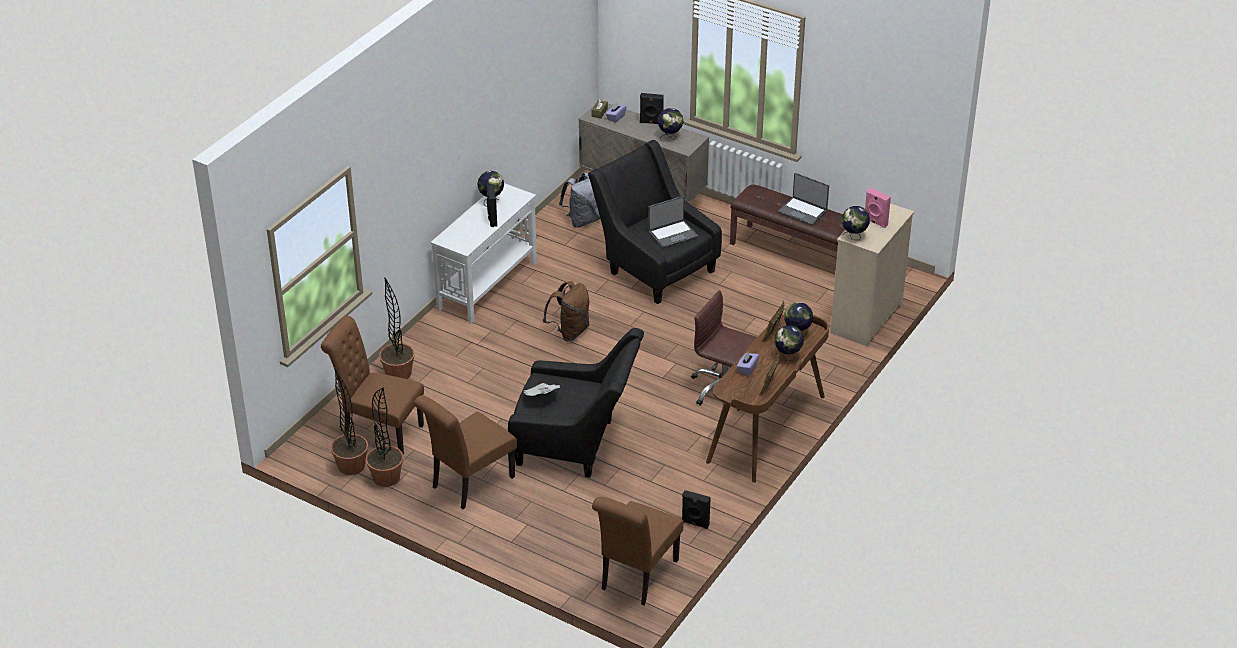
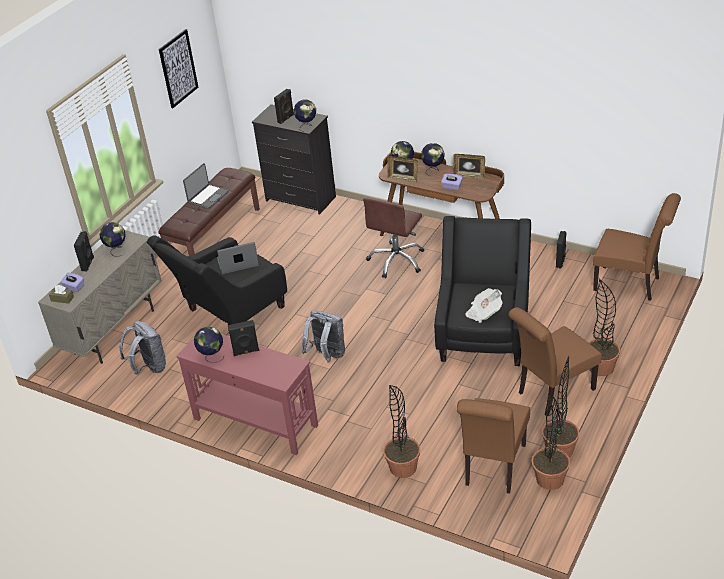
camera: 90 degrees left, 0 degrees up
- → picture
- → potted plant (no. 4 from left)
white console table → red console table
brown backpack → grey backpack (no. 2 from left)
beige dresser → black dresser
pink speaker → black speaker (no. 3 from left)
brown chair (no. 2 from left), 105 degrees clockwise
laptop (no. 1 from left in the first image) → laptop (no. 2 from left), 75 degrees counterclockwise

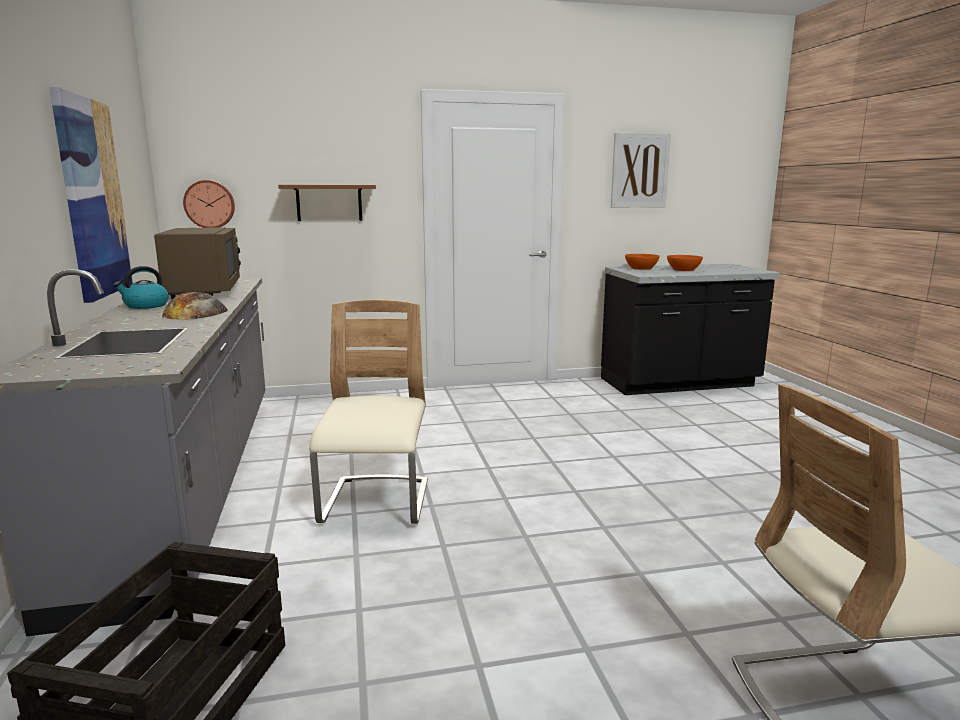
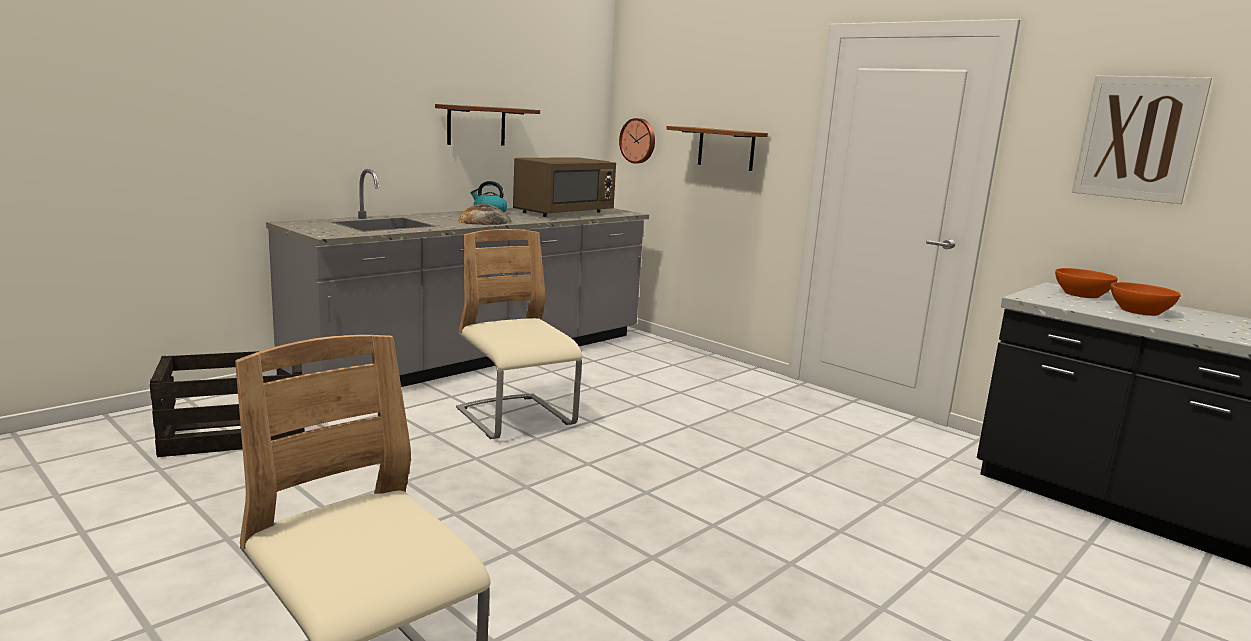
camera: 55 degrees right, 0 degrees up
picture (no. 1 from left) → brown shelf (no. 1 from left)
beige chair (no. 1 from left in the first image) → beige chair (no. 2 from left), 90 degrees counterclockwise

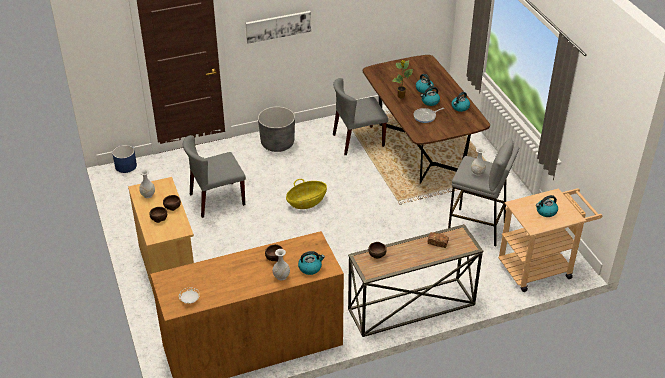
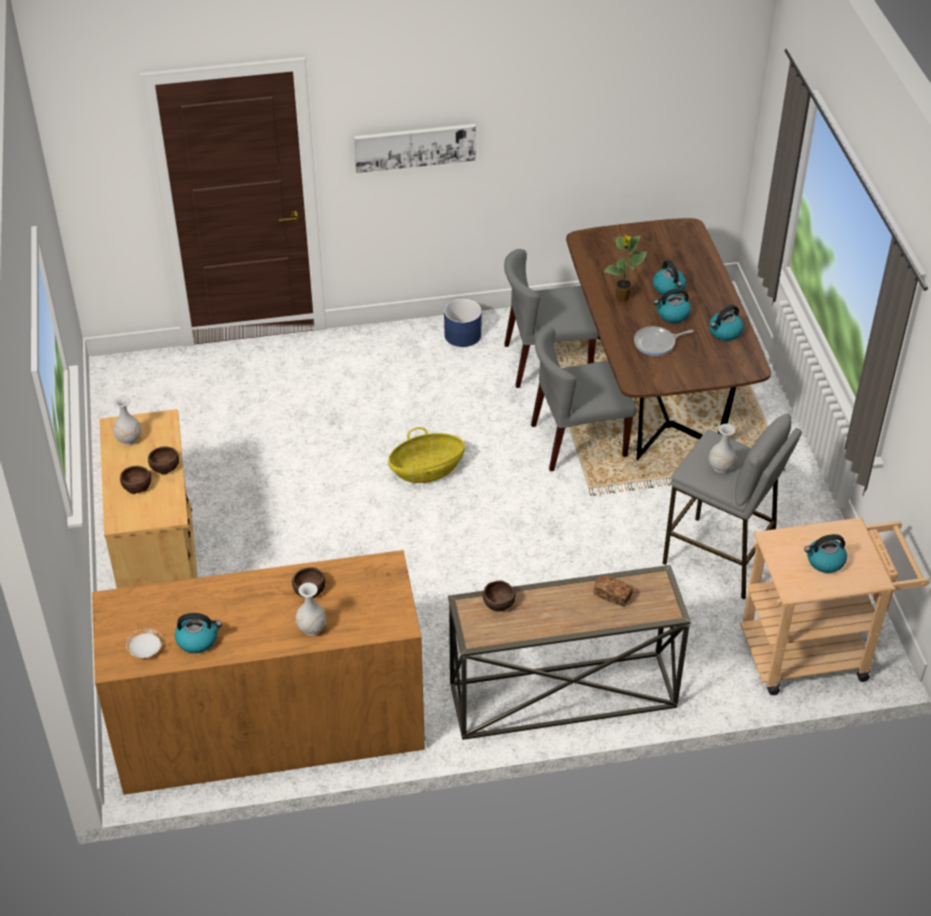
camera: 10 degrees right, 5 degrees up
grey planter → -
blue planter, shifted
grey chair (no. 1 from left in the first image) → grey chair (no. 2 from left), shifted
kettle (no. 1 from left), shifted

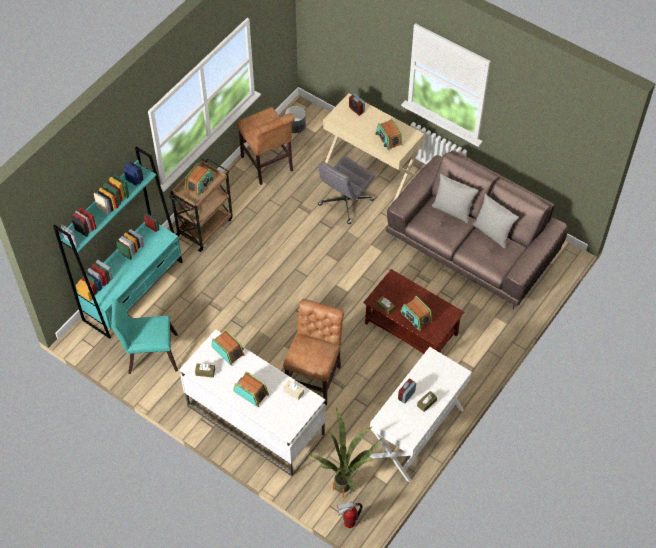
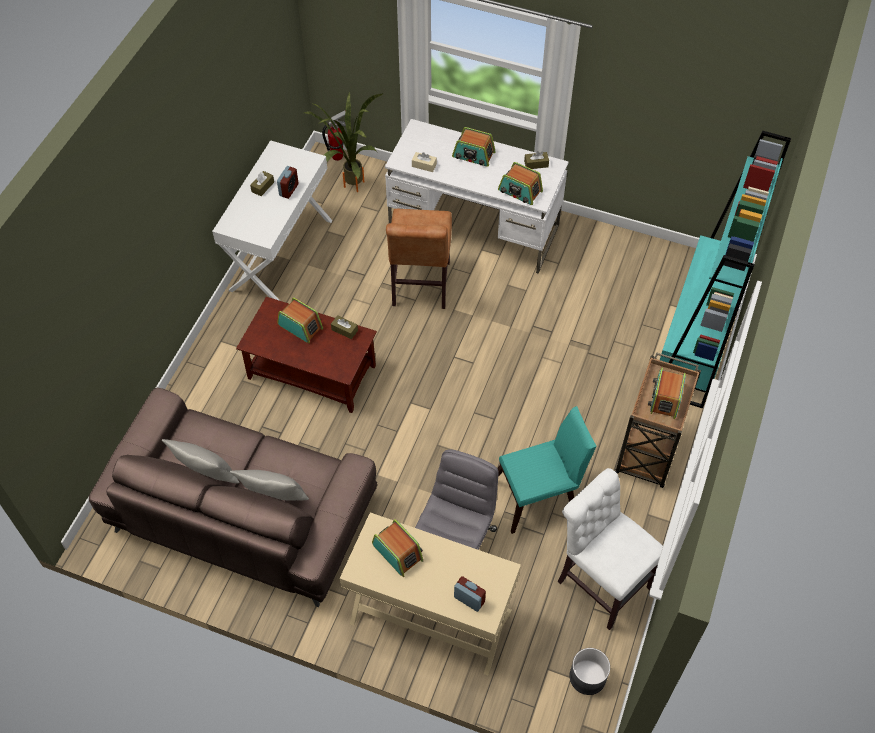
camera: 165 degrees right, 0 degrees up
turquoise chair, shifted
brown chair (no. 1 from left) → white chair

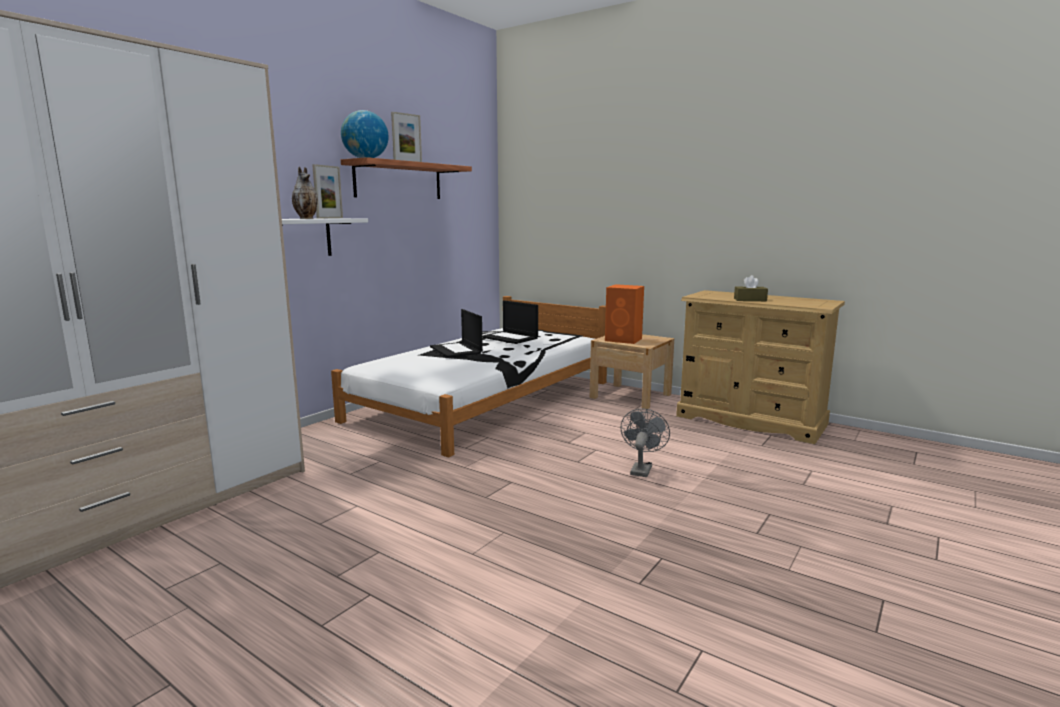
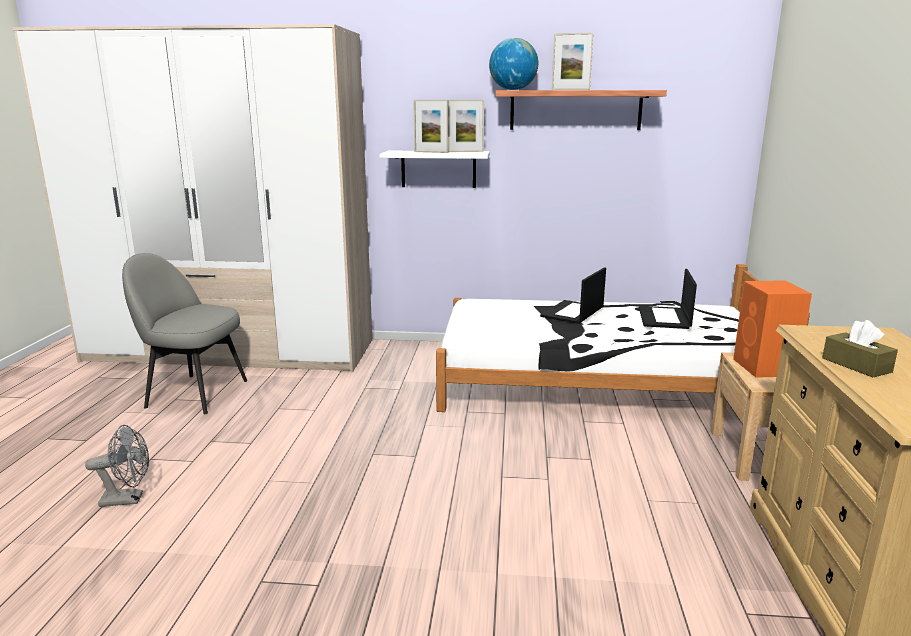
camera: 60 degrees right, 5 degrees up
- → grey chair
grey fan, shifted
vase → picture frame (no. 1 from left)

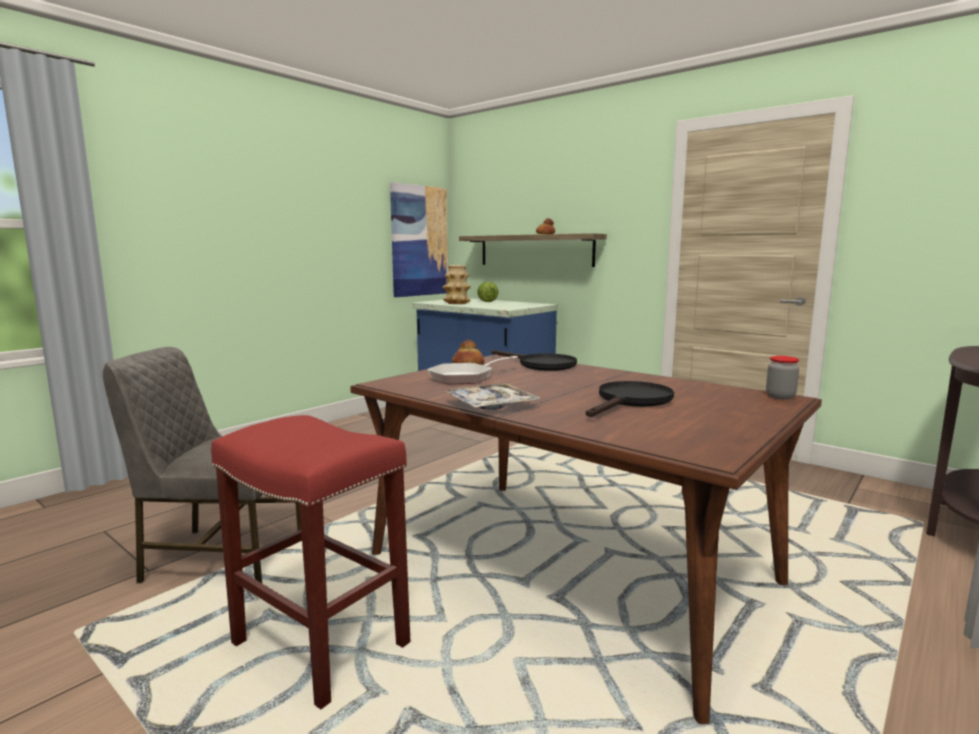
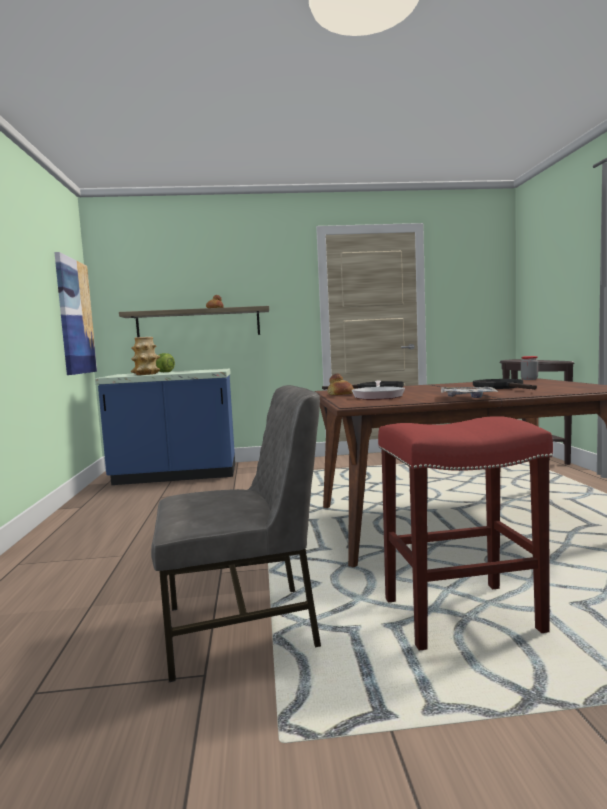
camera: 45 degrees left, 5 degrees down
grey chair, 150 degrees counterclockwise

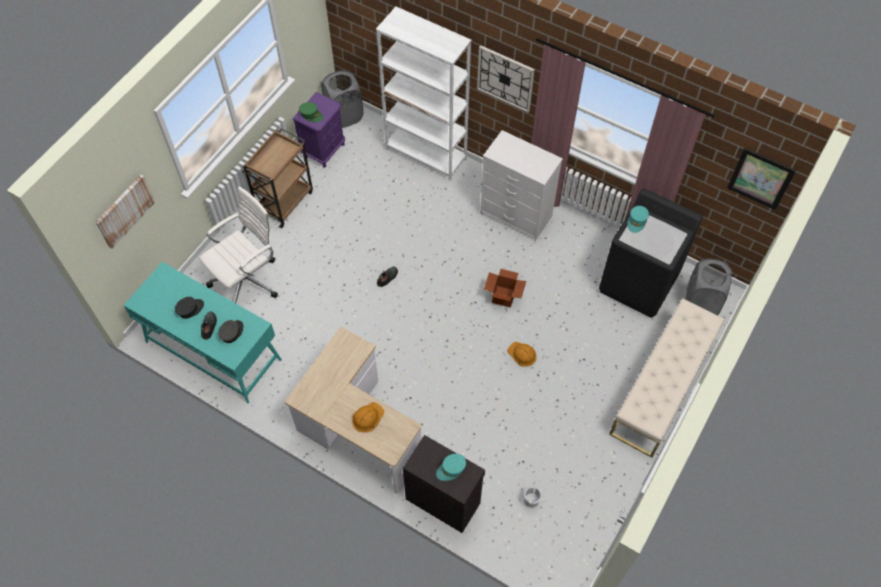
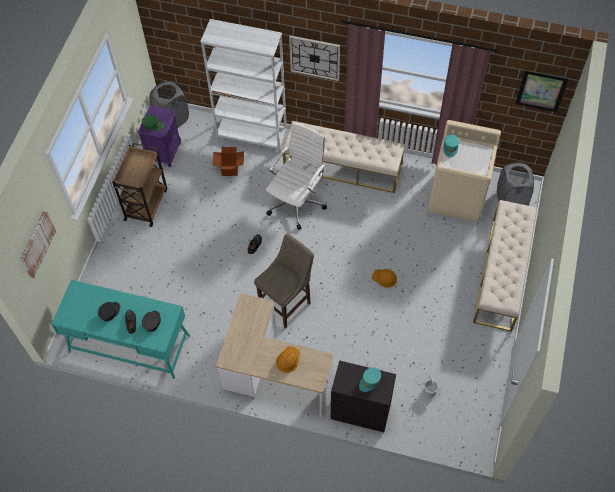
camera: 15 degrees left, 0 degrees up
- → beige stool
white office chair, shifted
cardboard box, shifted
white dresser → beige bench (no. 1 from left)
black washing machine → beige washing machine

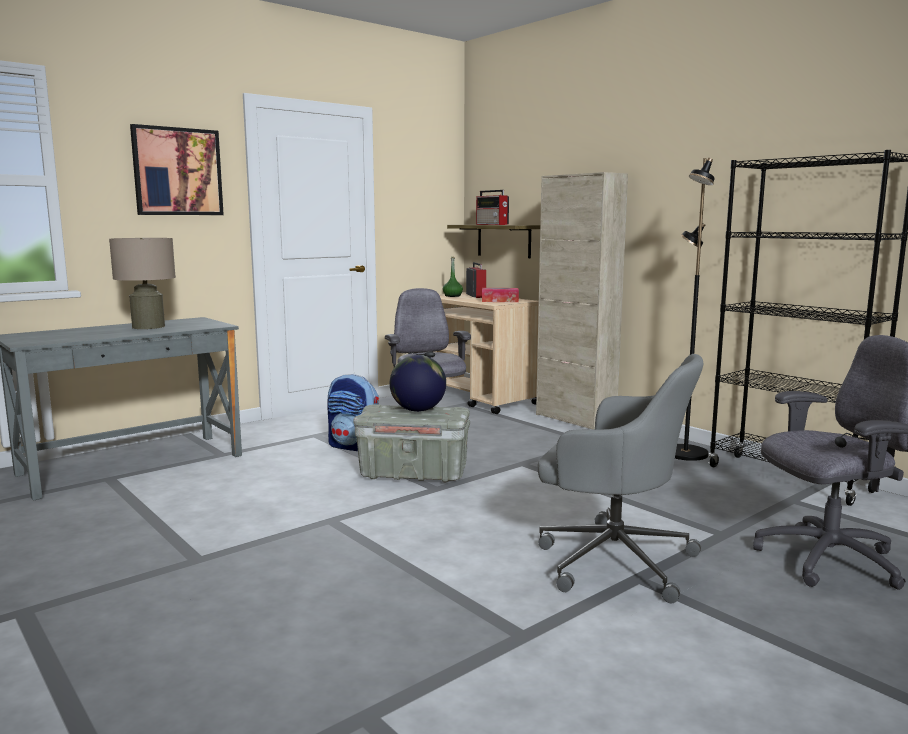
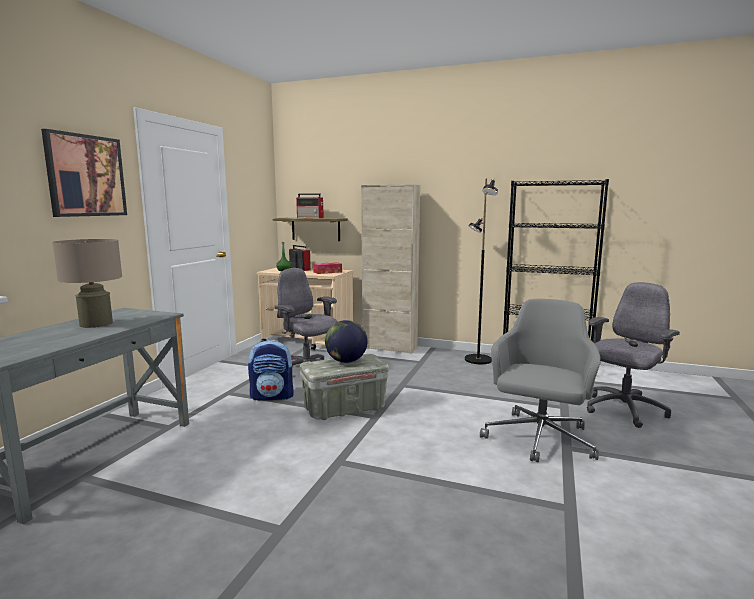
camera: 30 degrees left, 0 degrees up
grey office chair (no. 2 from left), 60 degrees counterclockwise

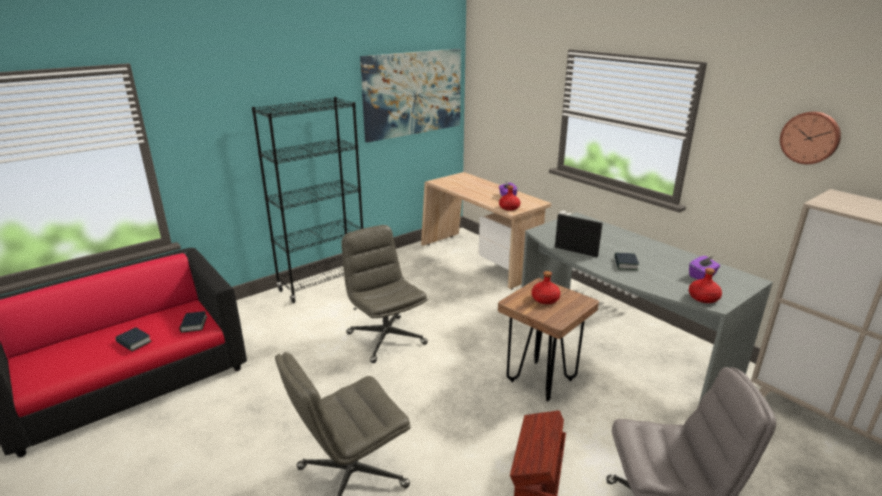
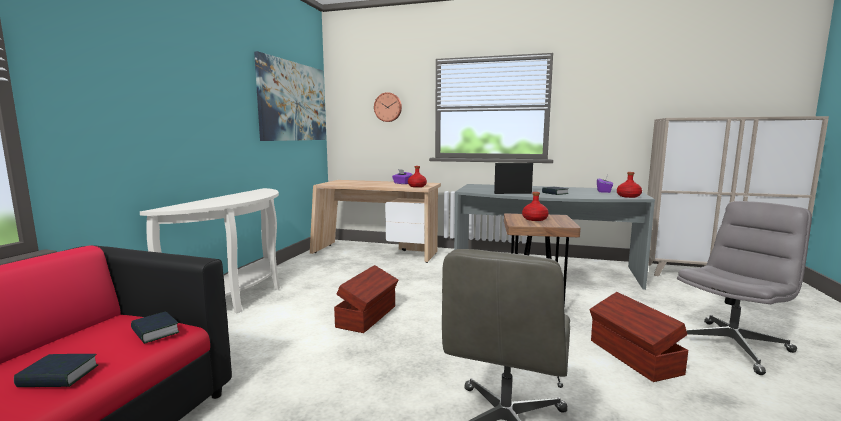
camera: 35 degrees left, 15 degrees down
wall clock, shifted
black bookcase → white console table
grey office chair (no. 2 from left) → brown storage box (no. 1 from left)

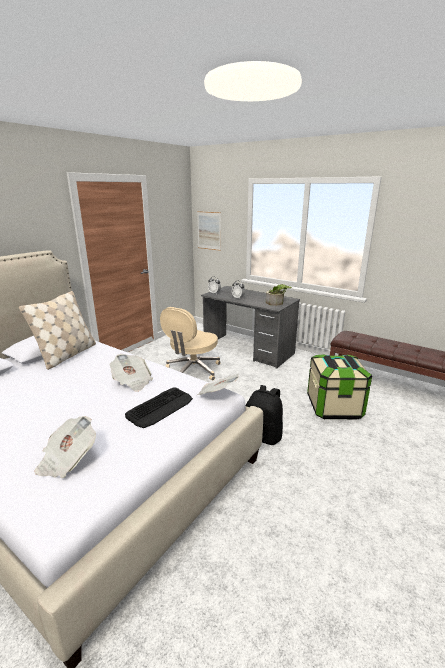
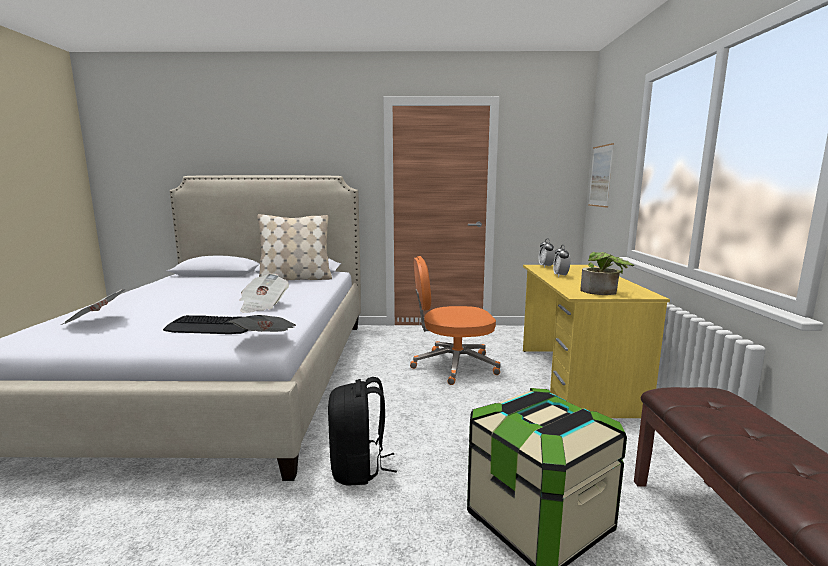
camera: 55 degrees right, 10 degrees down
beige office chair → orange office chair
grey desk → yellow desk

